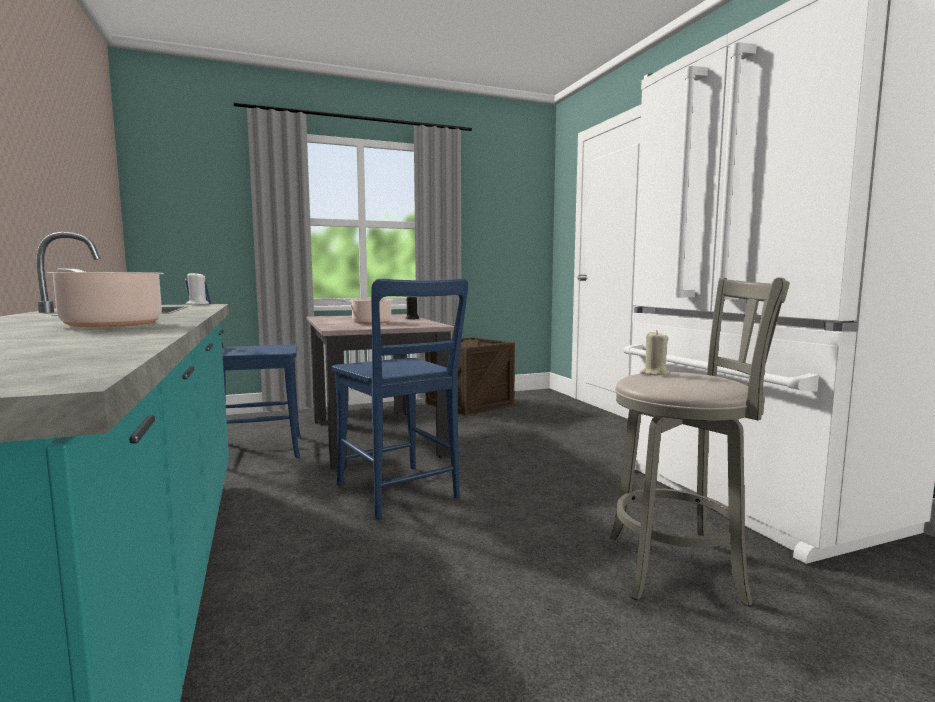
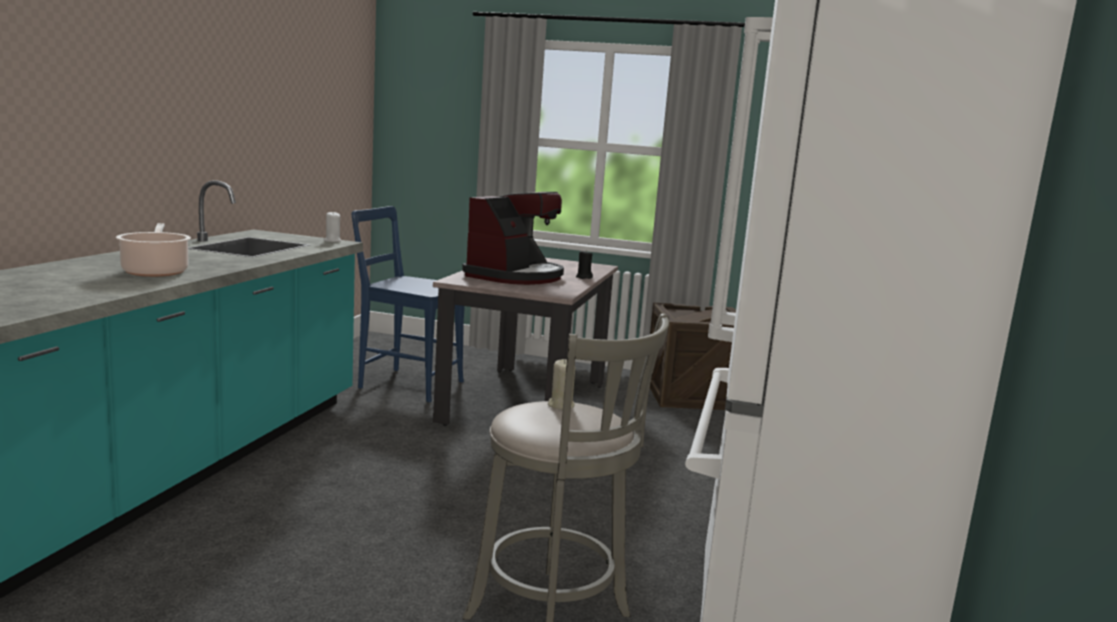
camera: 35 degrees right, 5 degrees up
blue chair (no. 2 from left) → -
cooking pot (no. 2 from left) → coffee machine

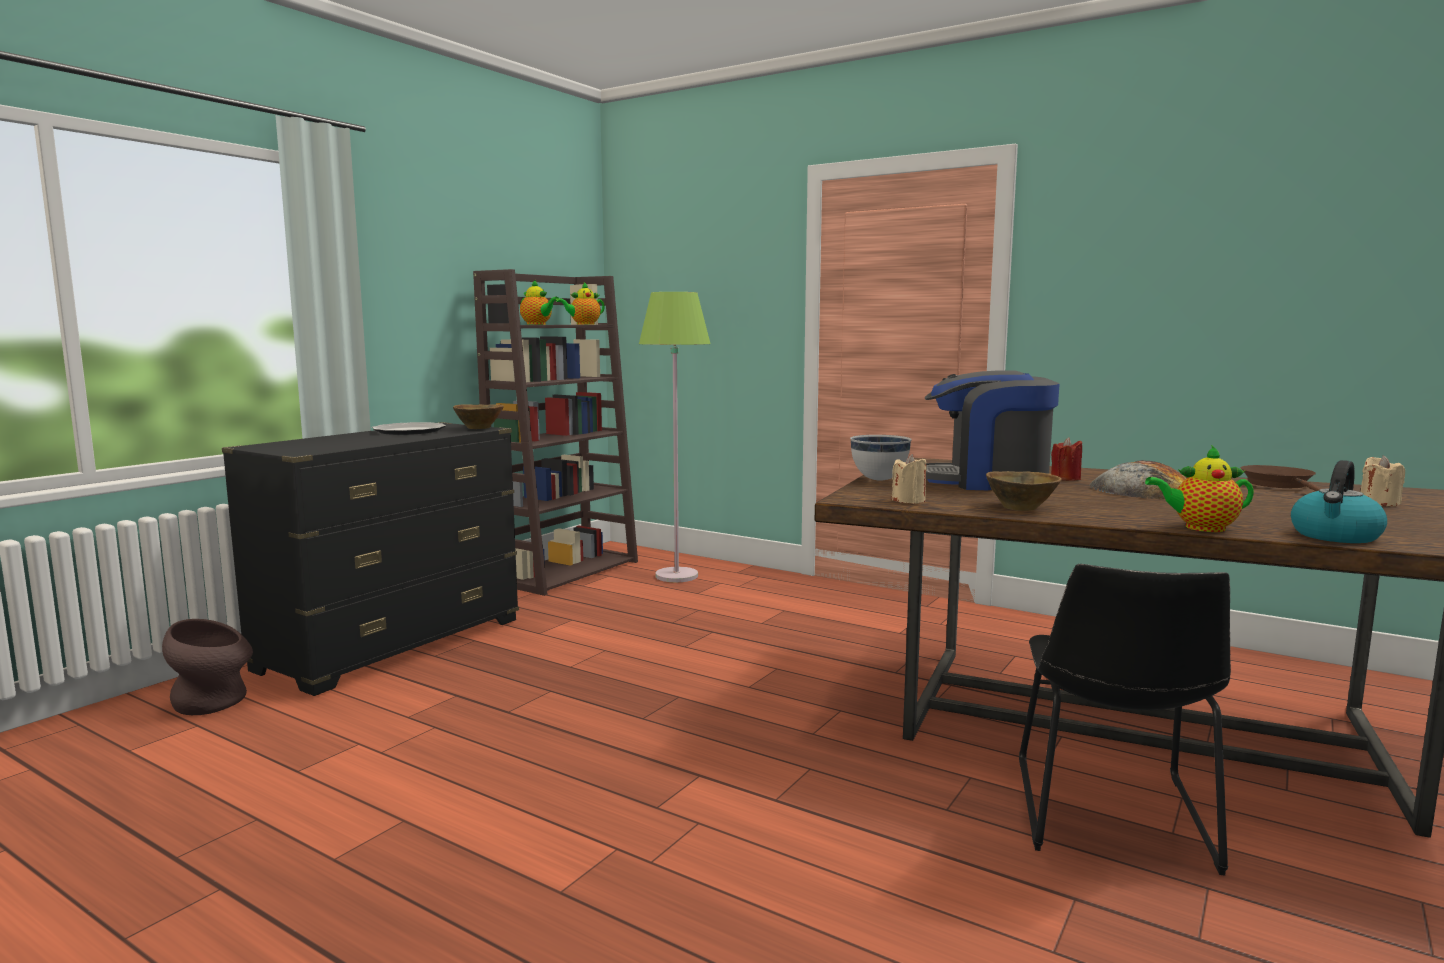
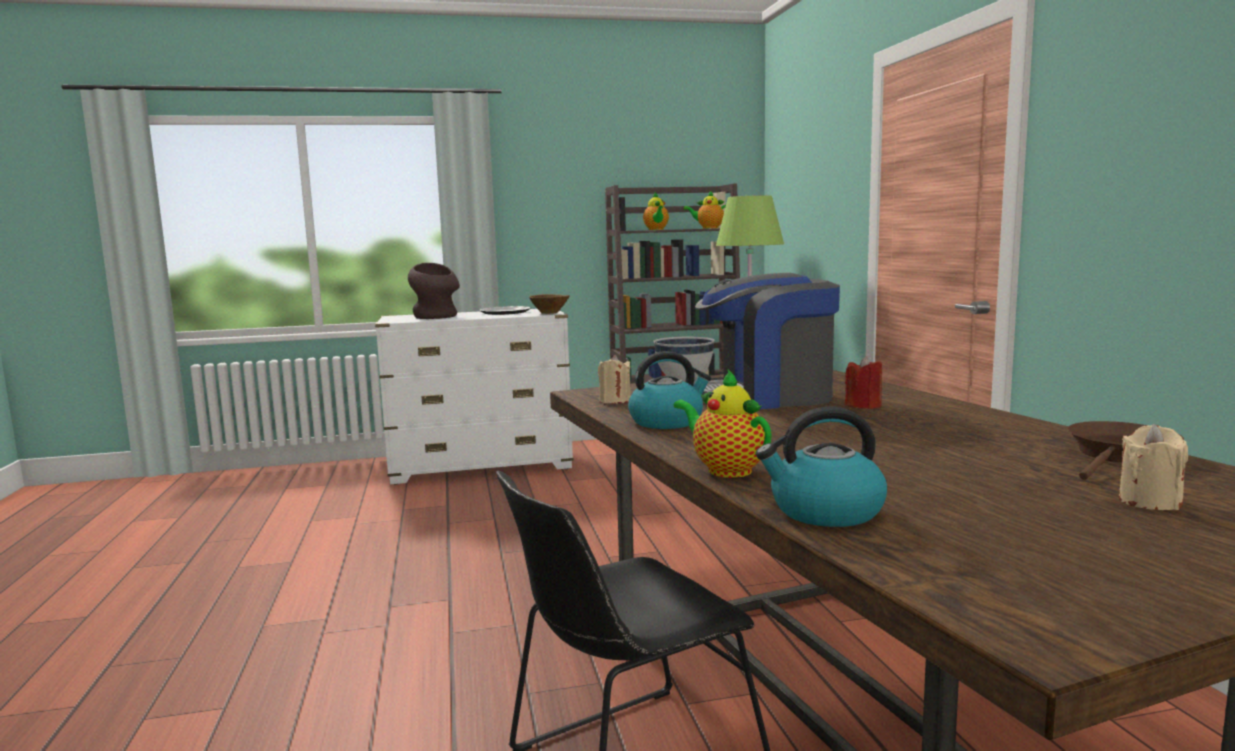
camera: 45 degrees right, 0 degrees up
bread → -
brown vase, shifted
brown bowl (no. 2 from left) → kettle (no. 1 from left)
black dresser → white dresser
coffee machine, 60 degrees counterclockwise

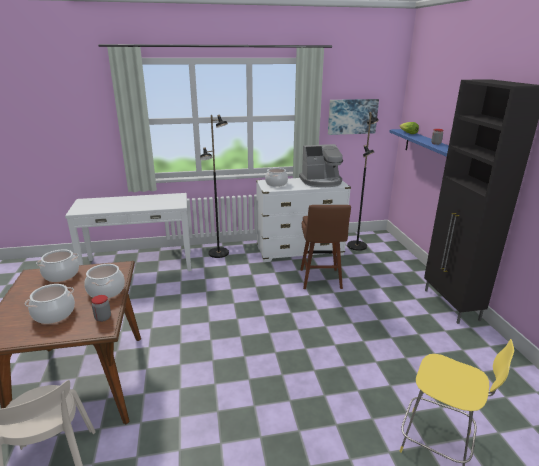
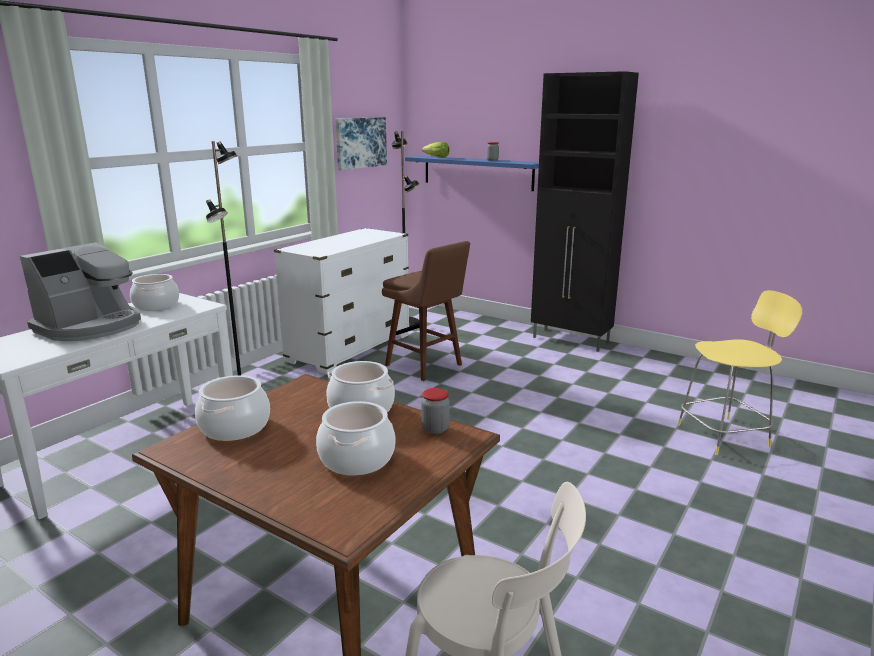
camera: 45 degrees left, 5 degrees down
cooking pot (no. 4 from left in the first image) → cooking pot (no. 1 from left), shifted
coffee machine, shifted

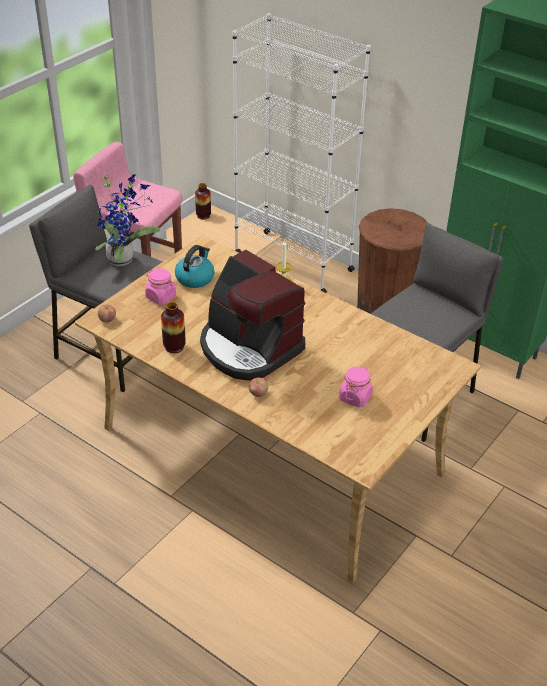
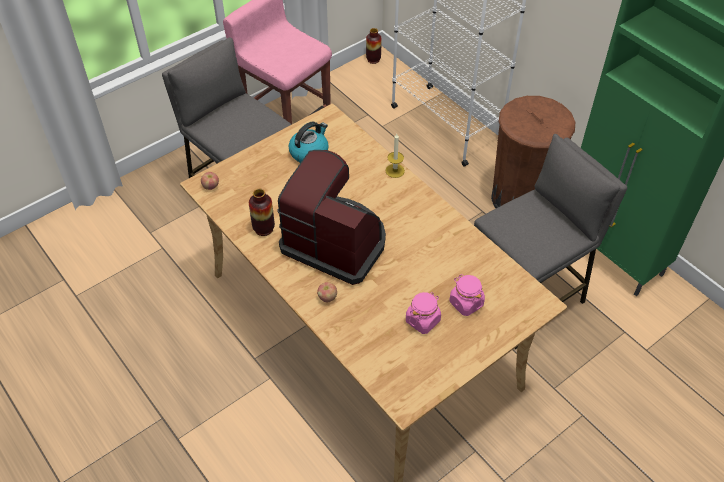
camera: 15 degrees right, 10 degrees up
potted plant → -
pink jar (no. 1 from left in the first image) → pink jar (no. 2 from left), shifted
coffee machine, 150 degrees clockwise

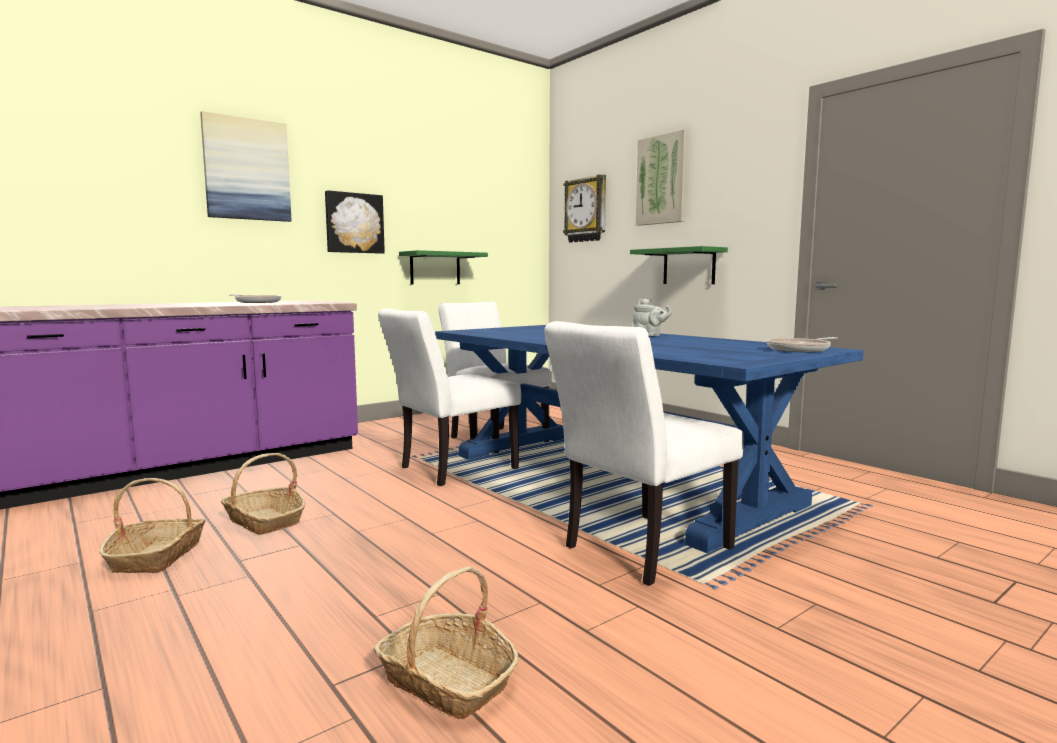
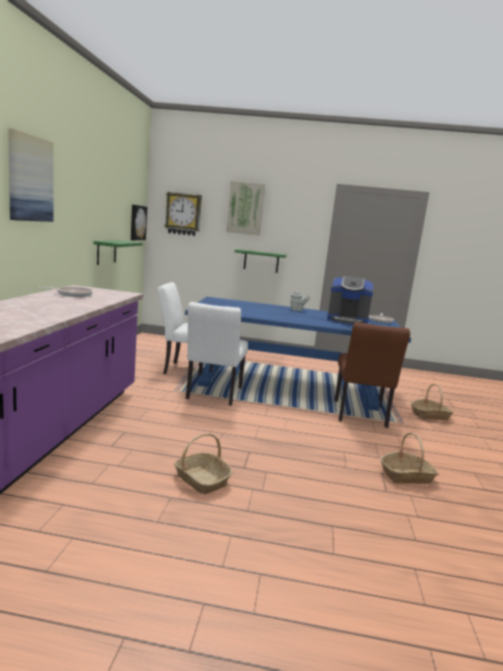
camera: 45 degrees left, 5 degrees up
- → coffee machine
basket (no. 2 from left in the first image) → basket (no. 3 from left), shifted
picture (no. 2 from left), shifted
white chair (no. 3 from left) → brown chair

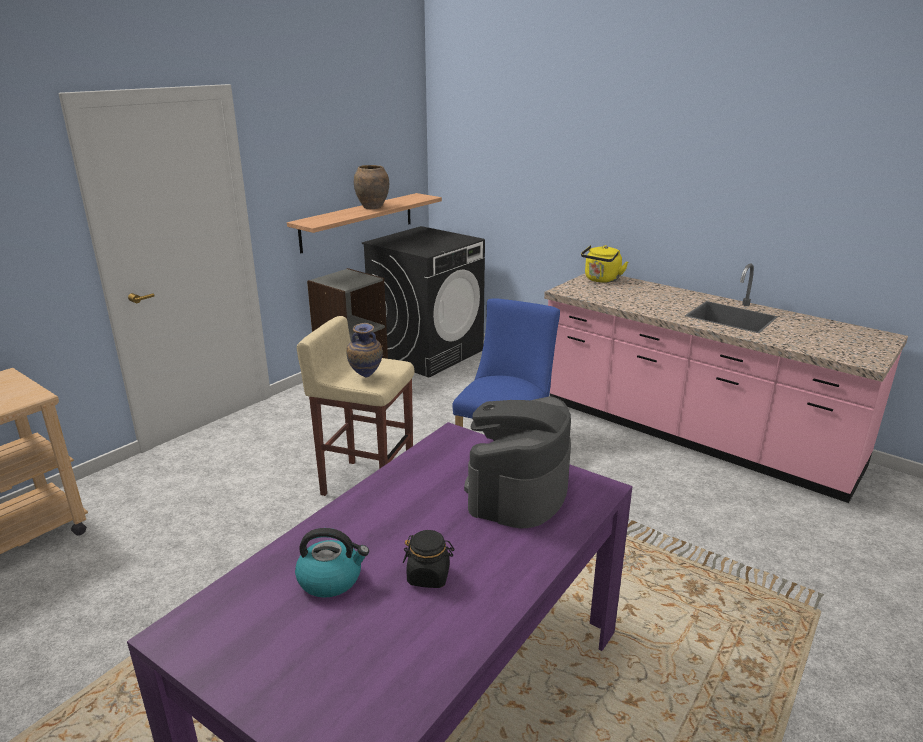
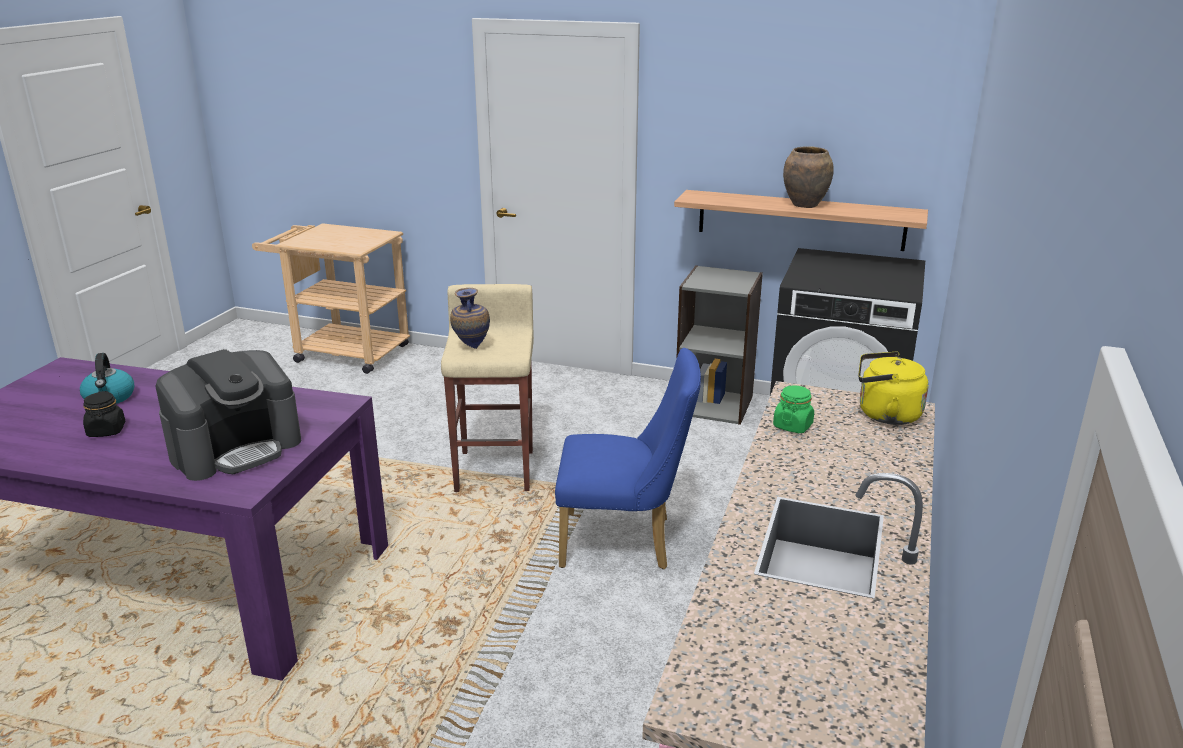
camera: 70 degrees right, 0 degrees up
- → green jar
coffee machine, 135 degrees clockwise

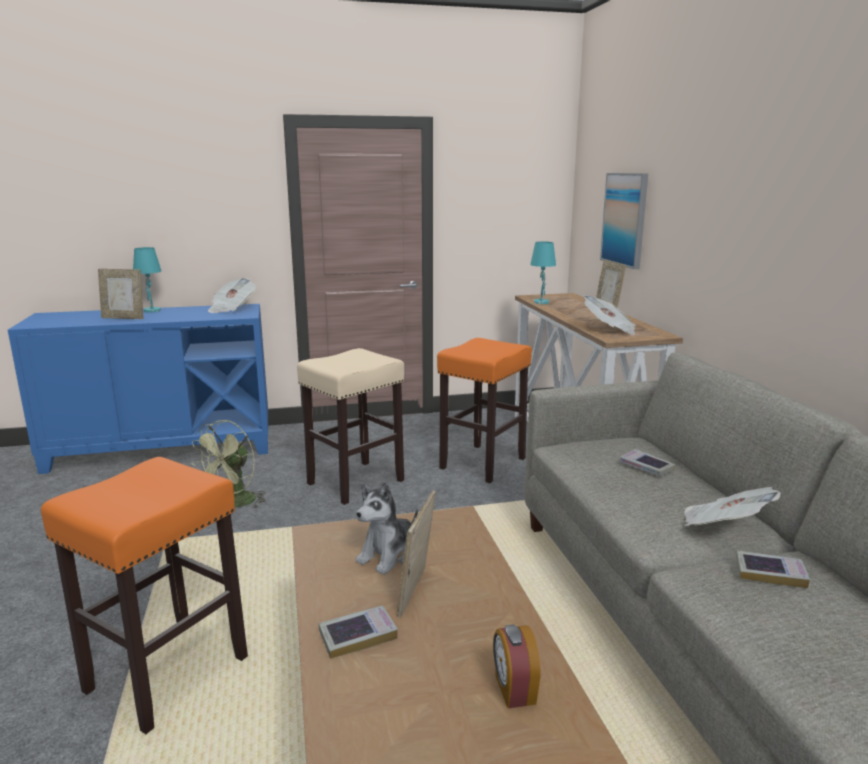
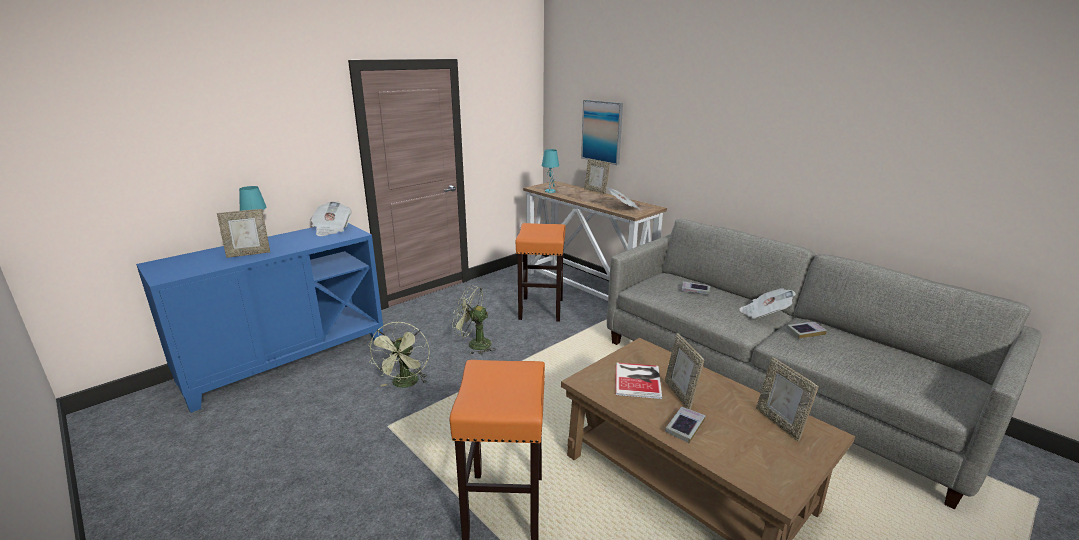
camera: 30 degrees left, 5 degrees up
beige stool → green fan (no. 2 from left)
plush toy → book (no. 1 from left)
alarm clock → picture frame (no. 4 from left)

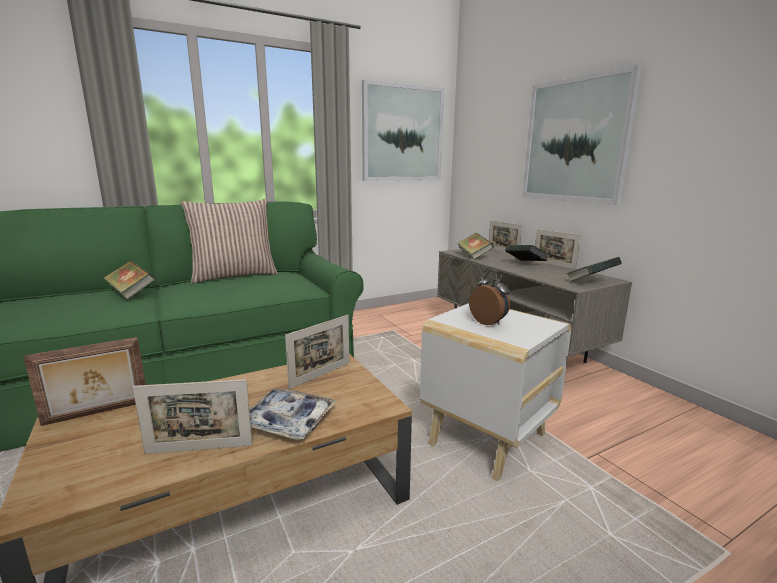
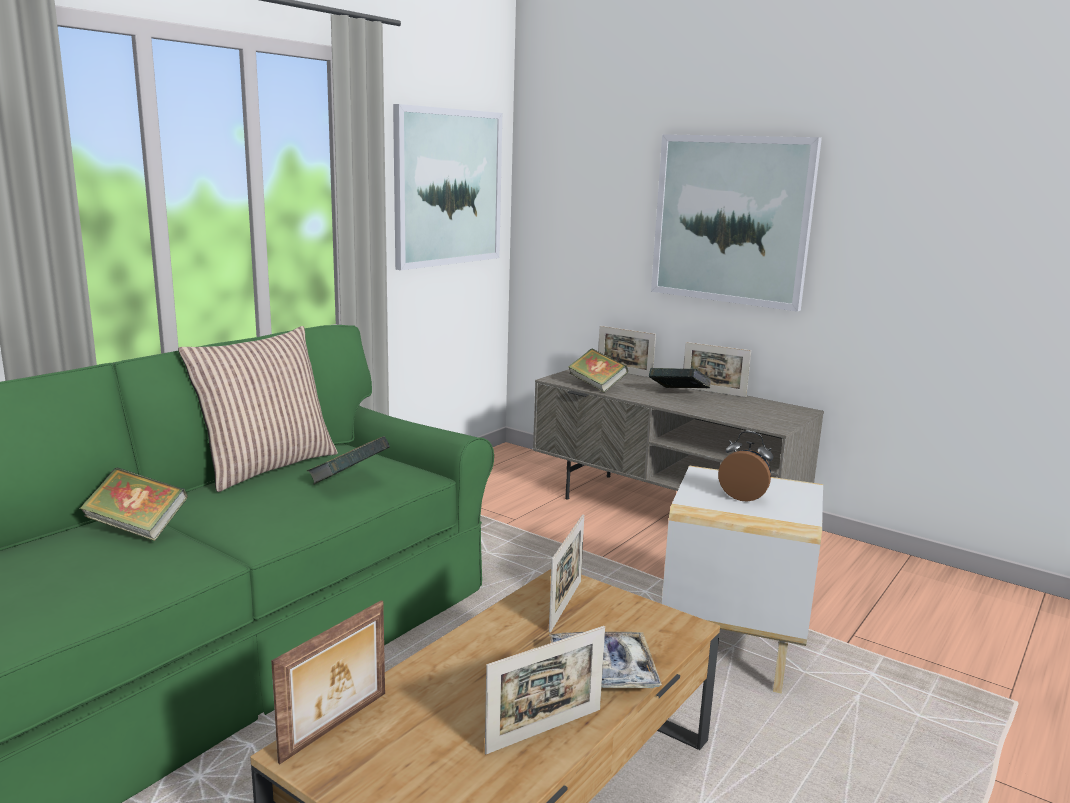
camera: 25 degrees left, 0 degrees up
book (no. 4 from left in the first image) → book (no. 2 from left), shifted

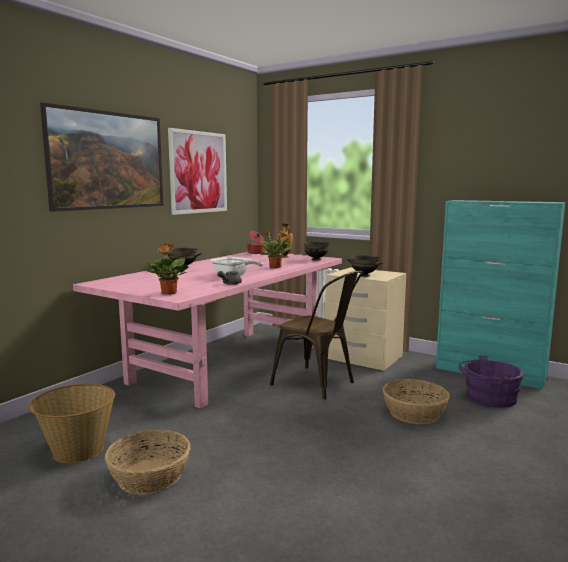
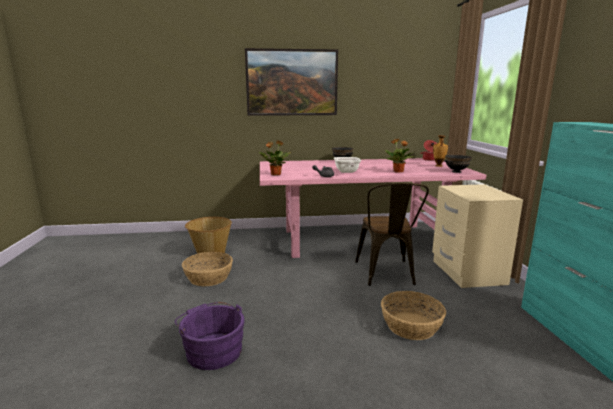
camera: 50 degrees right, 5 degrees up
picture (no. 2 from left) → -
black bowl (no. 3 from left) → -
purple bucket, shifted

